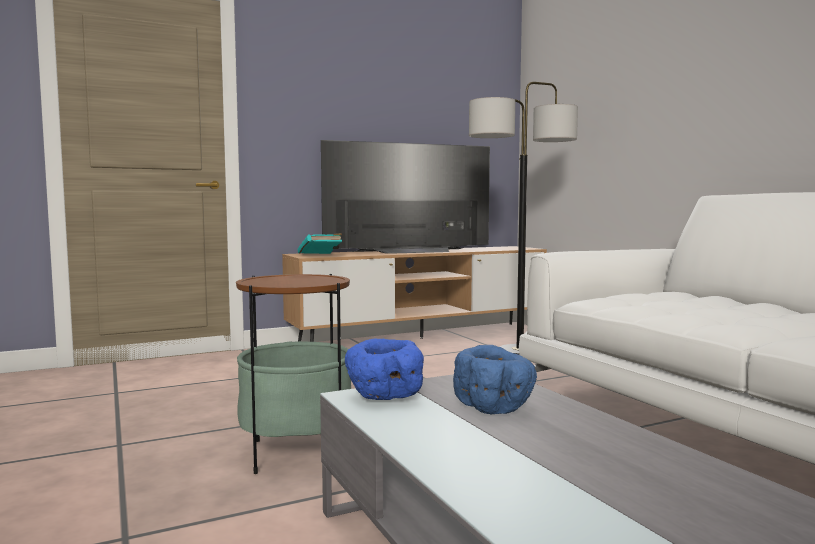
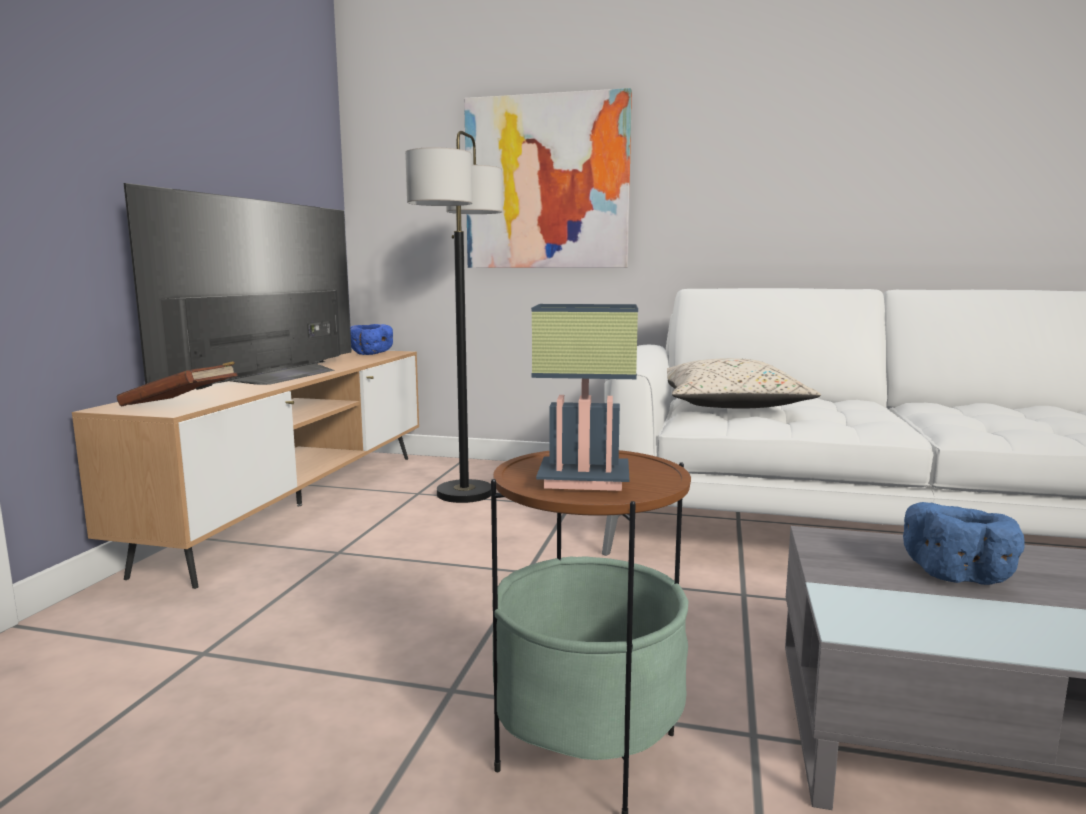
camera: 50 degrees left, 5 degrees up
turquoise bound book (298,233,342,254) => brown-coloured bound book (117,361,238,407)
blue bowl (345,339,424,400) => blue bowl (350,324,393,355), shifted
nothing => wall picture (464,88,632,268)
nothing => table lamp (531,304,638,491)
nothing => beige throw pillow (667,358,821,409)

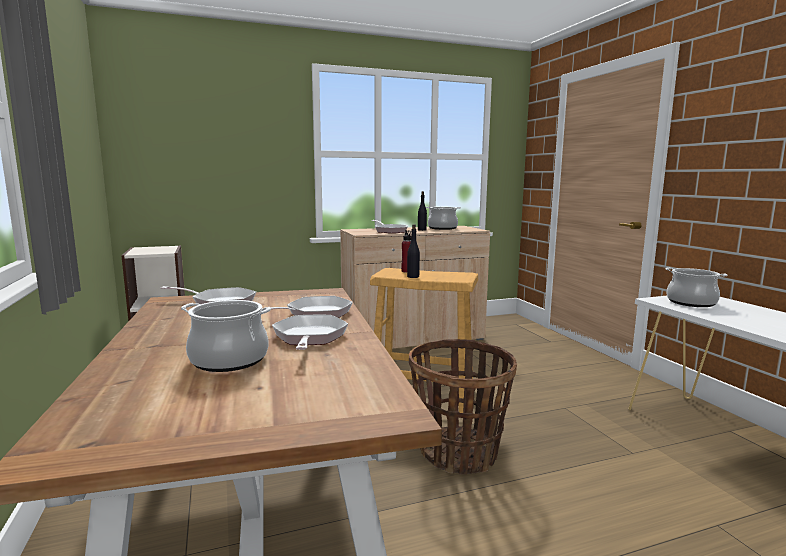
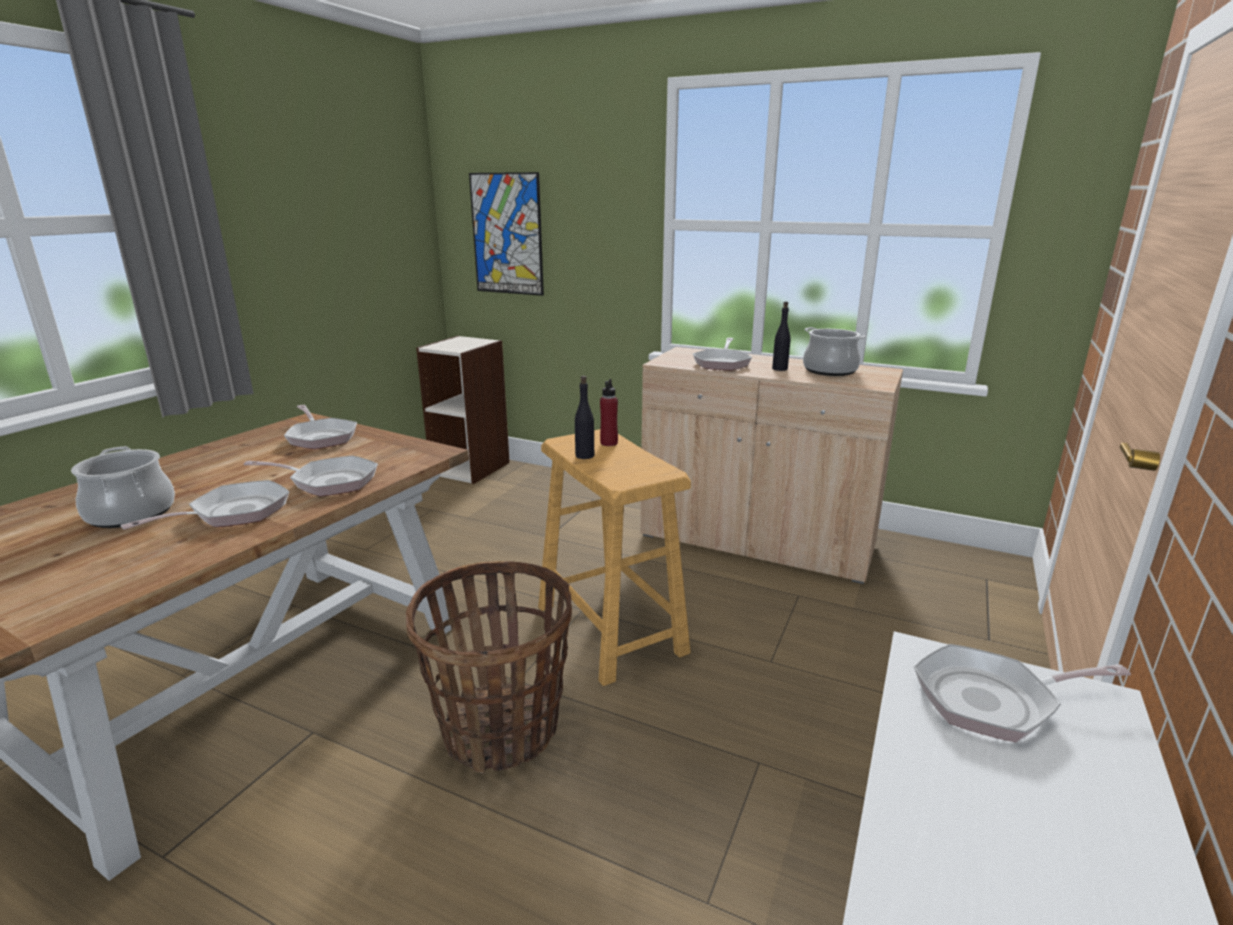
camera: 45 degrees right, 10 degrees up
saucepot (666,267,727,307) => skillet (914,644,1131,742)
nothing => wall picture (469,172,544,296)

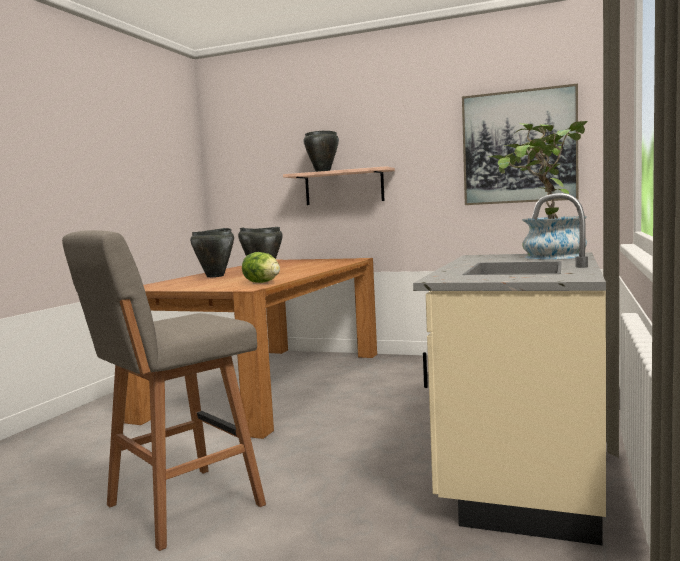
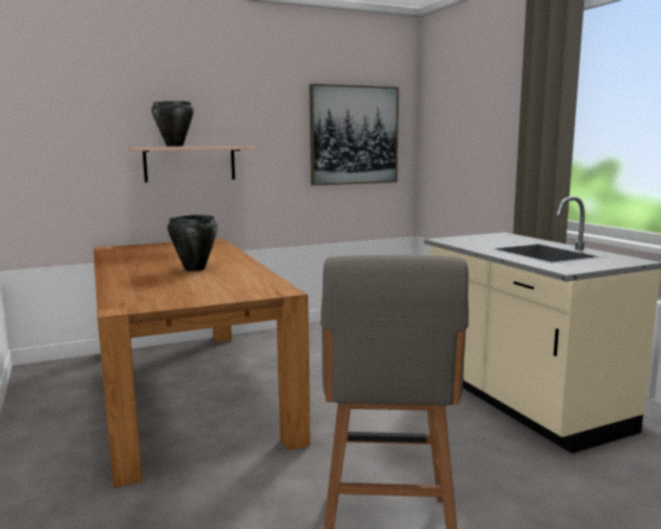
camera: 45 degrees left, 5 degrees up
potted plant (488,121,588,259) => nothing
black-coloured saucepot (190,228,234,277) => nothing
lettuce head (242,252,280,283) => nothing

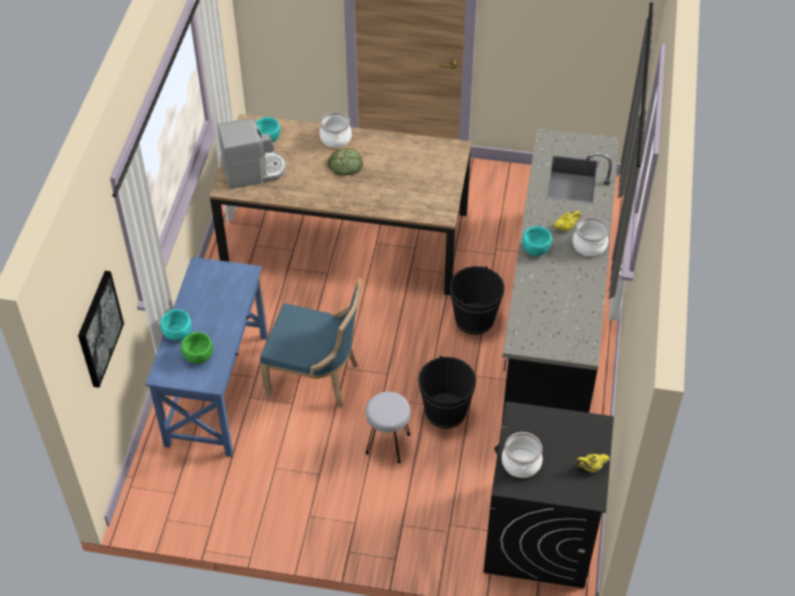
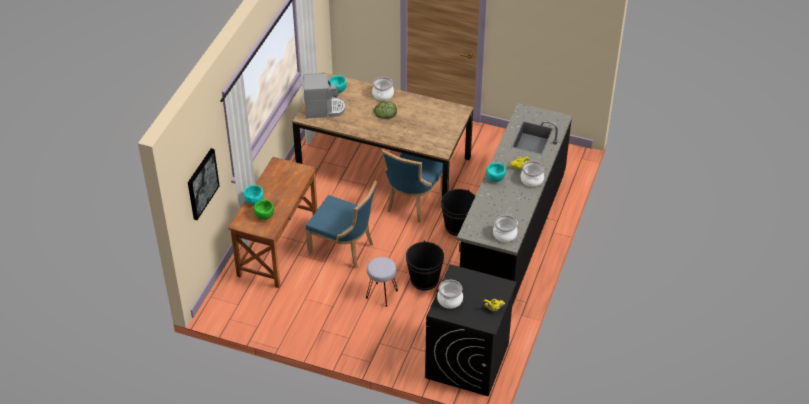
camera: 10 degrees right, 5 degrees down
blue desk table (146,257,268,457) => brown-coloured desk table (228,157,318,288)
nothing => blue plain chair (382,150,443,223)
nothing => saucepot (493,215,518,242)

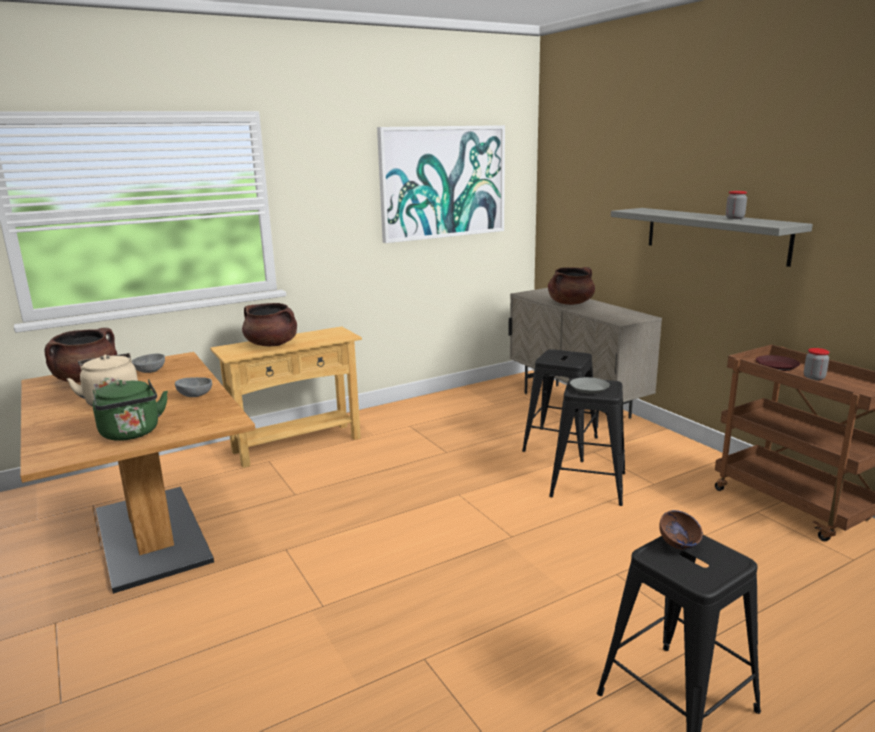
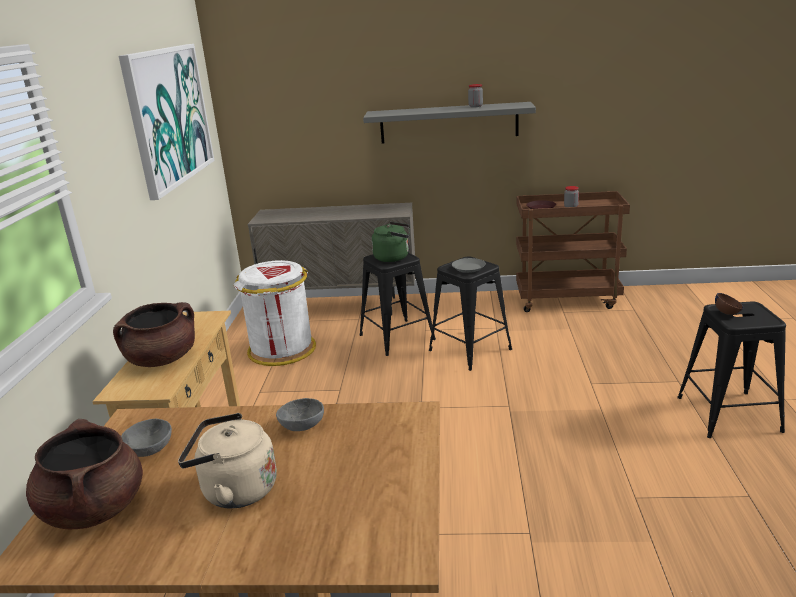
camera: 55 degrees left, 5 degrees up
brown-coloured saucepot (548,267,595,305) => nothing
greenish water kettle (93,380,168,441) => greenish water kettle (372,222,410,262), shifted
nothing => white-coloured waste bin (234,260,316,366)

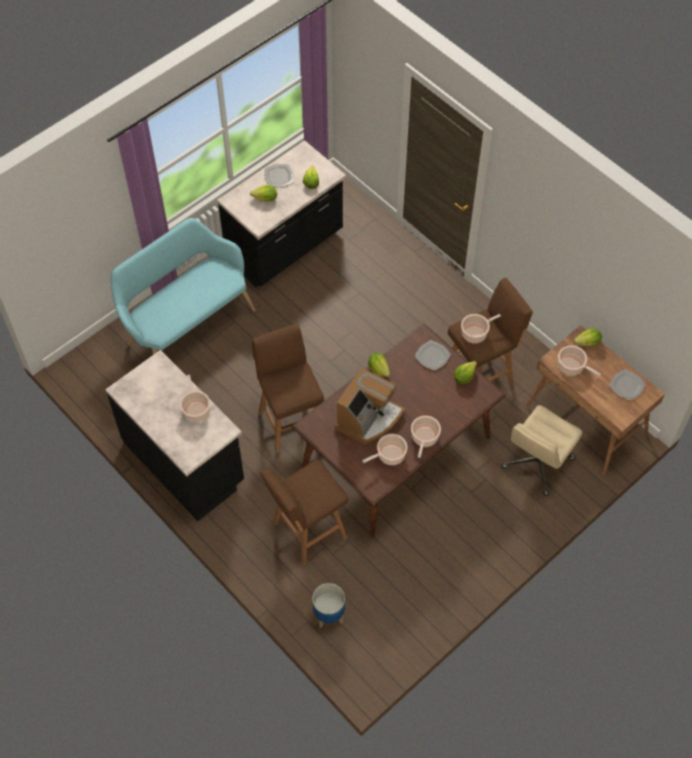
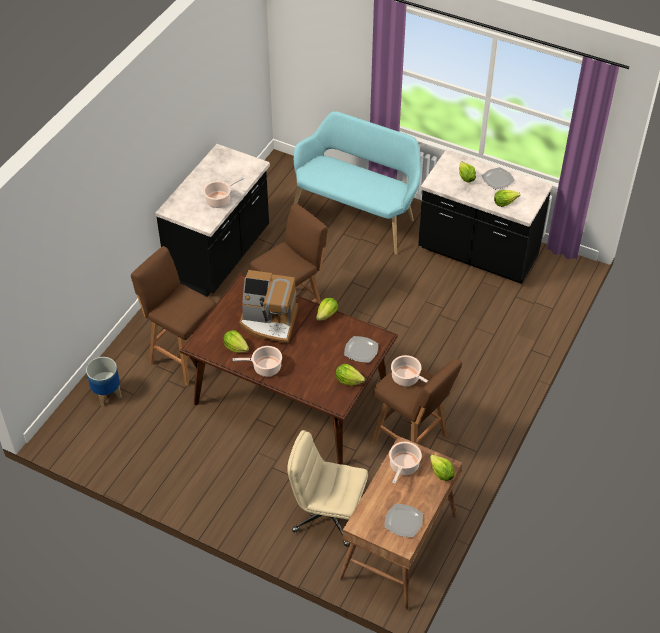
camera: 70 degrees right, 10 degrees down
saucepot (362,434,408,465) => lettuce head (224,330,249,353)

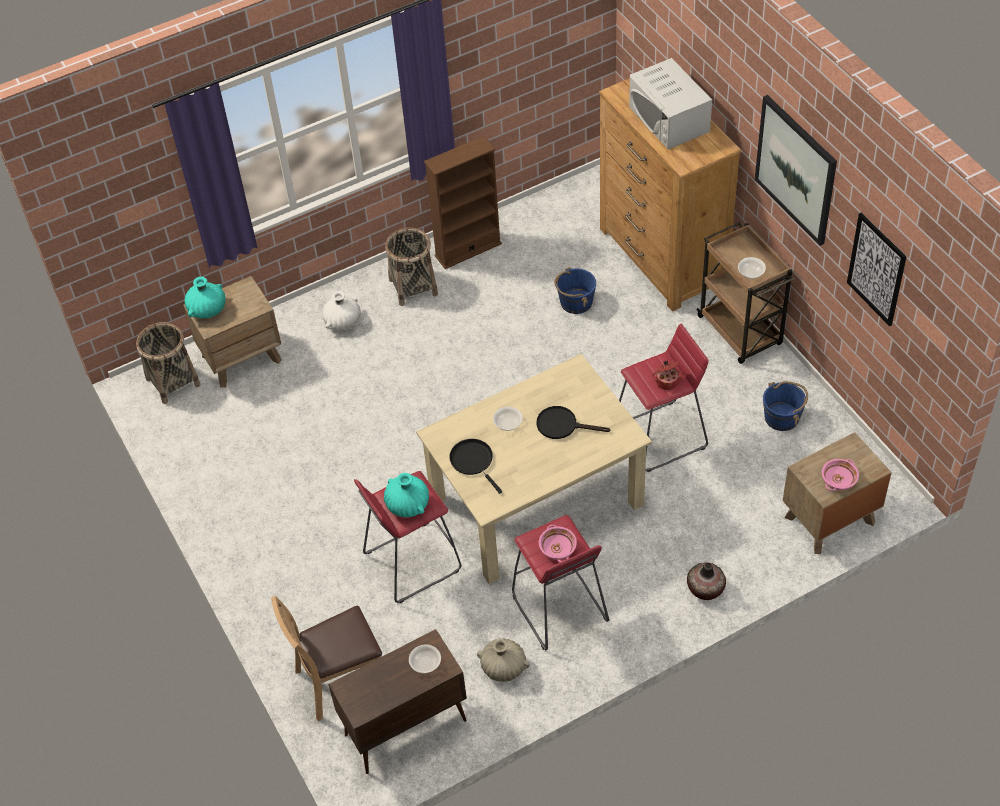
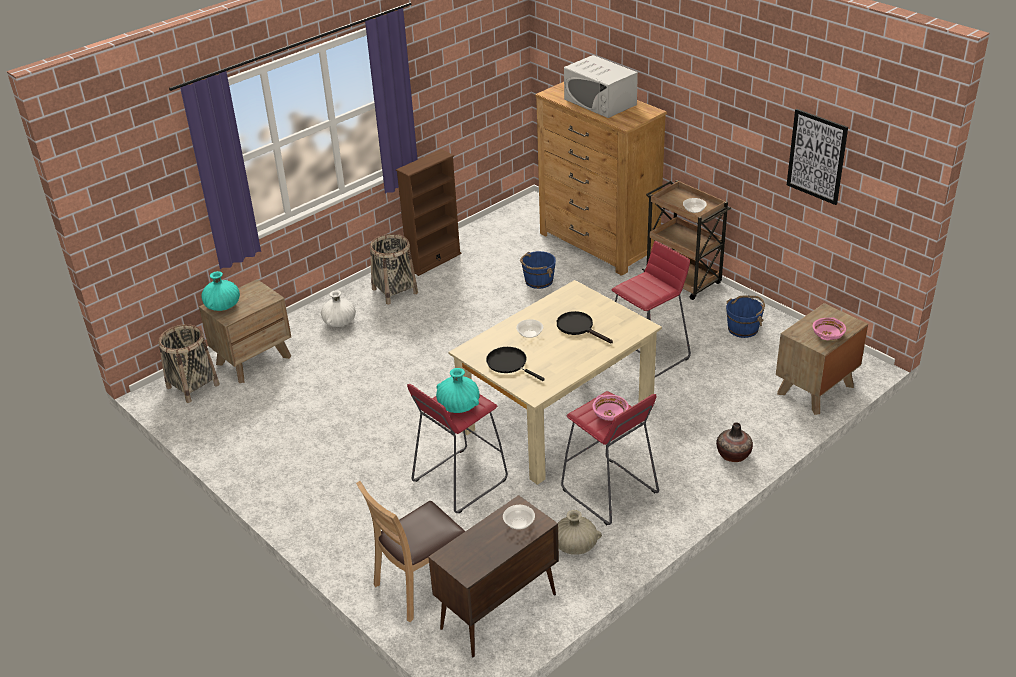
camera: 15 degrees left, 15 degrees down
wall picture (755,95,837,246) => nothing
saucepot (652,361,684,390) => nothing
black-coloured skillet (537,406,610,439) => black-coloured skillet (557,311,613,343), 45 degrees clockwise

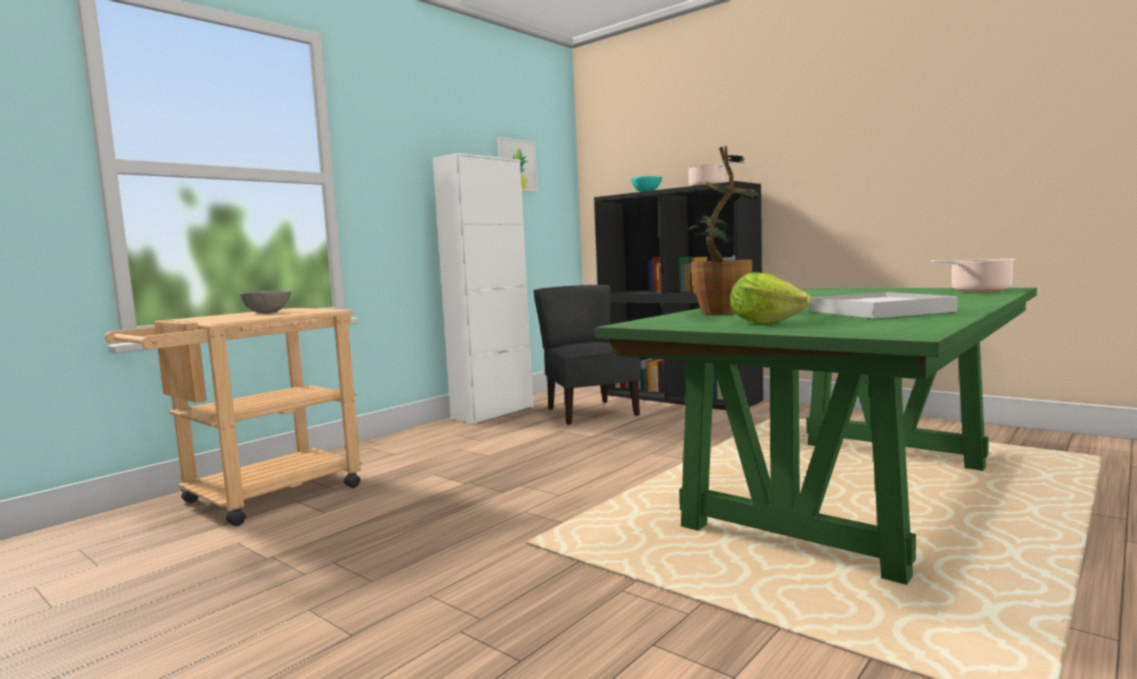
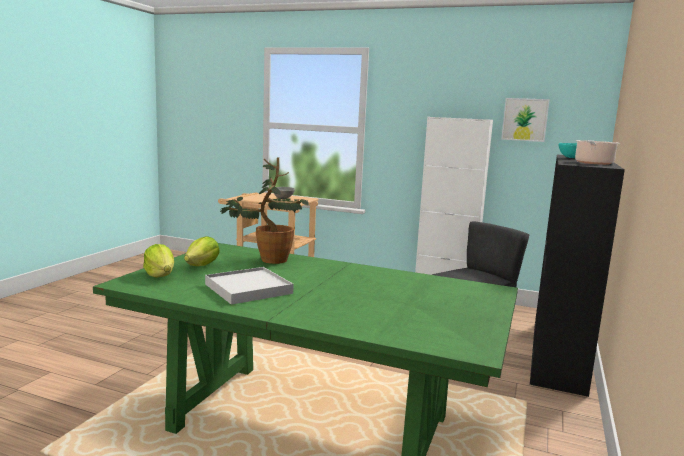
camera: 70 degrees right, 5 degrees up
saucepot (931,259,1016,292) => nothing
nothing => lettuce head (143,244,174,278)

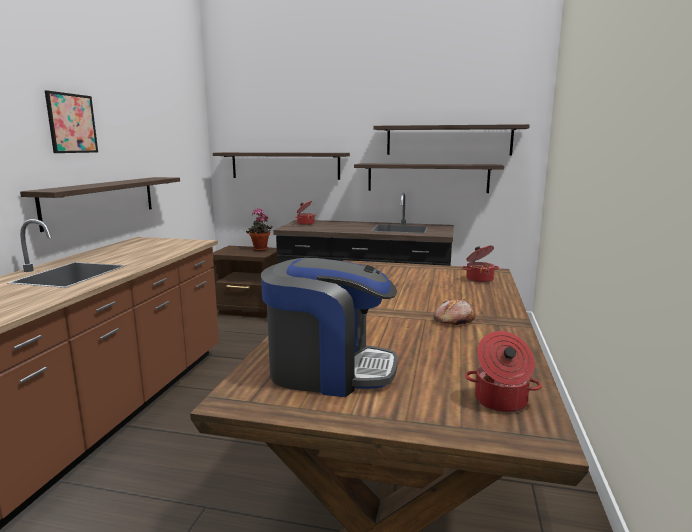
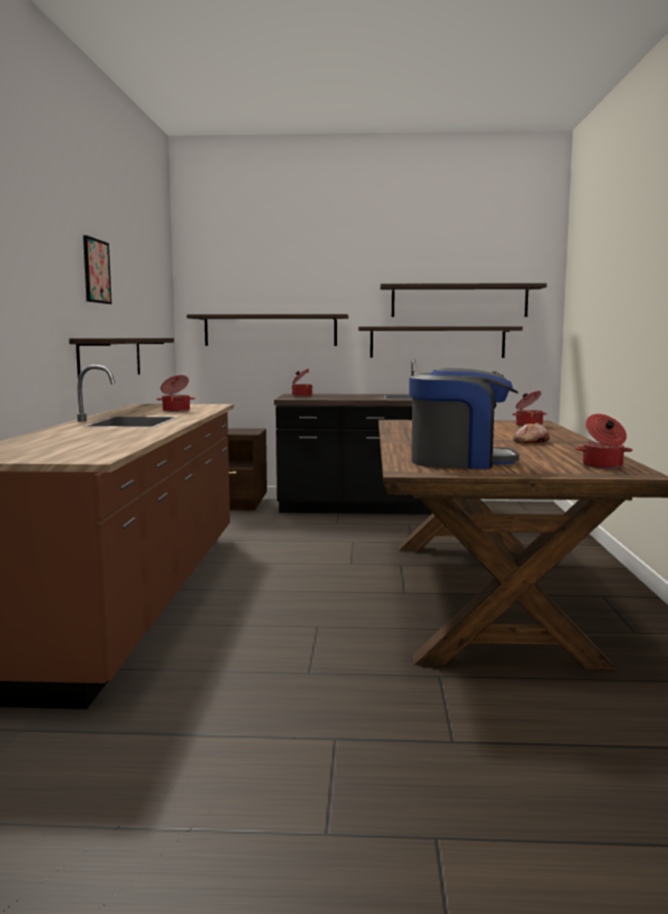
camera: 10 degrees left, 5 degrees down
potted plant (246,208,273,251) => nothing
nothing => saucepot (156,375,195,412)

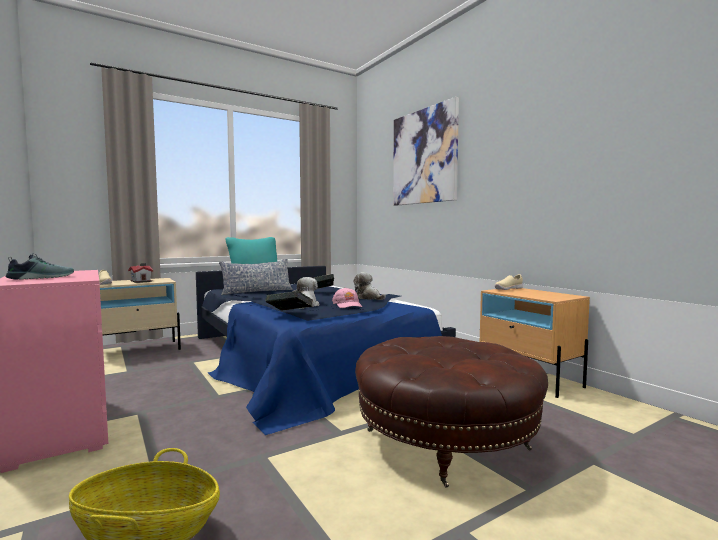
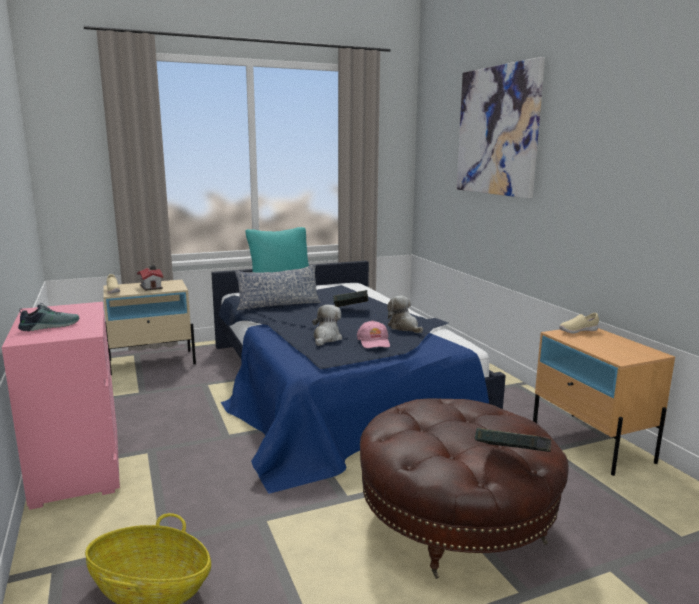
camera: 10 degrees right, 10 degrees up
bound book (266,291,313,311) => bound book (475,428,551,452), shifted

